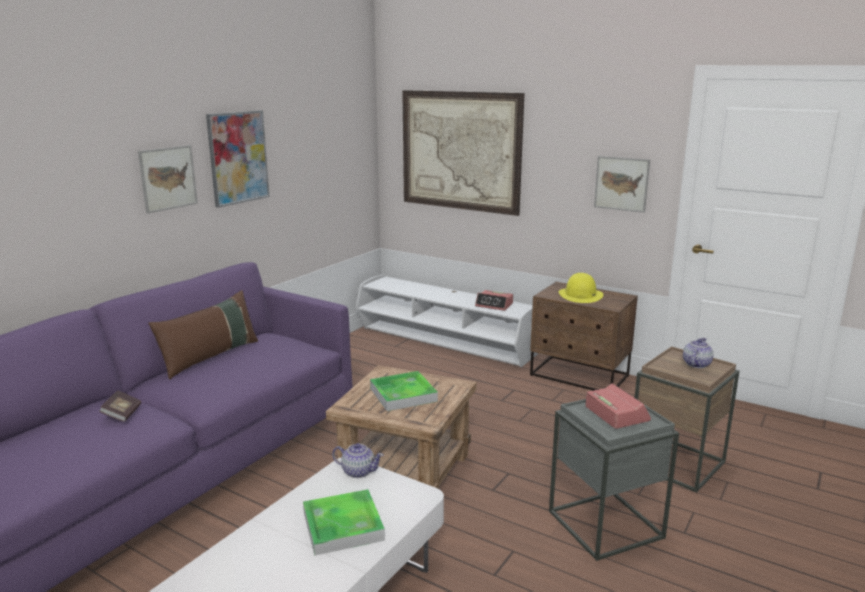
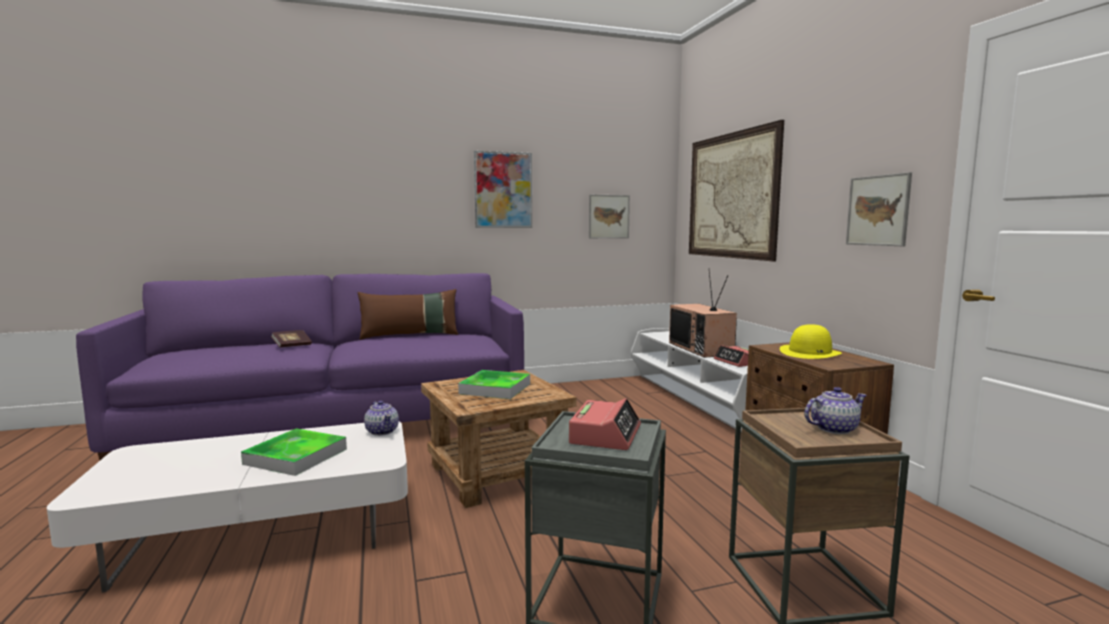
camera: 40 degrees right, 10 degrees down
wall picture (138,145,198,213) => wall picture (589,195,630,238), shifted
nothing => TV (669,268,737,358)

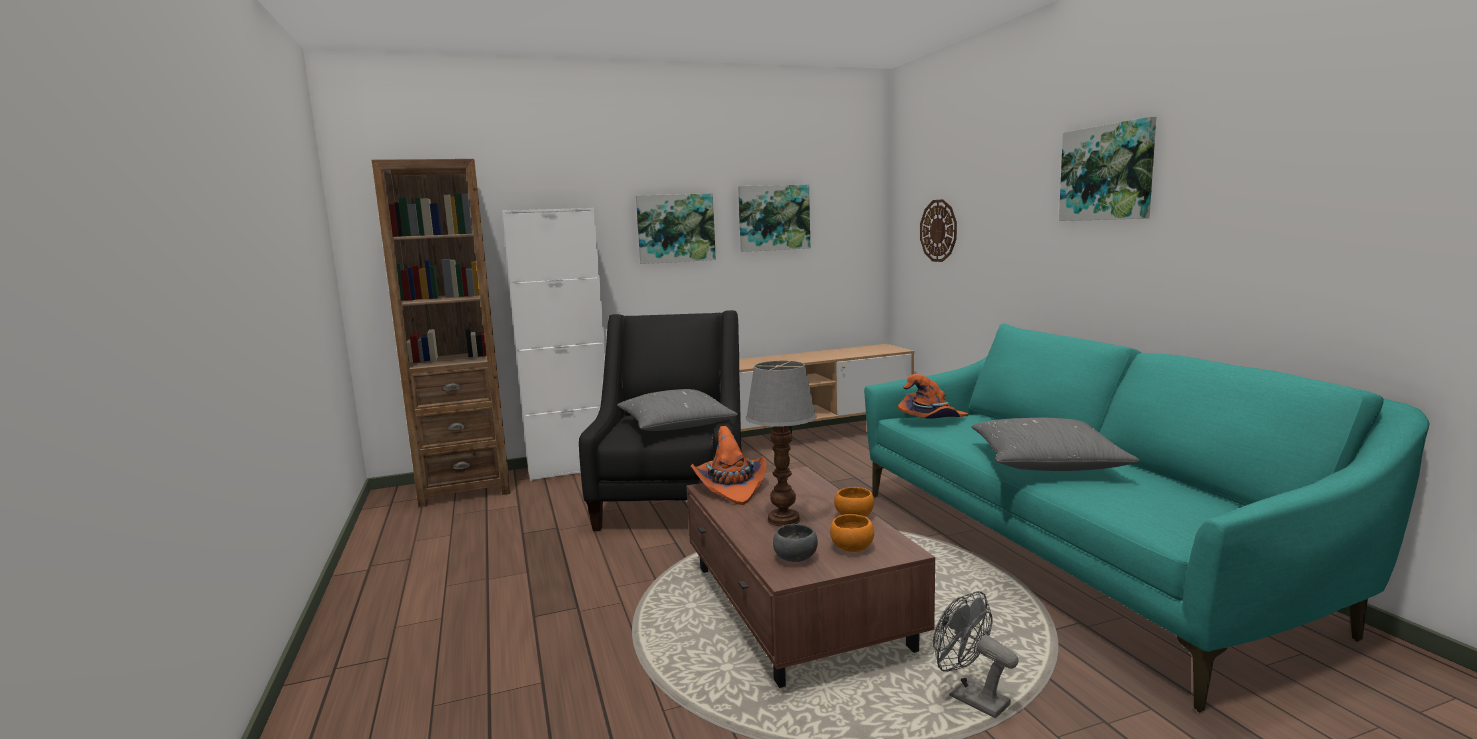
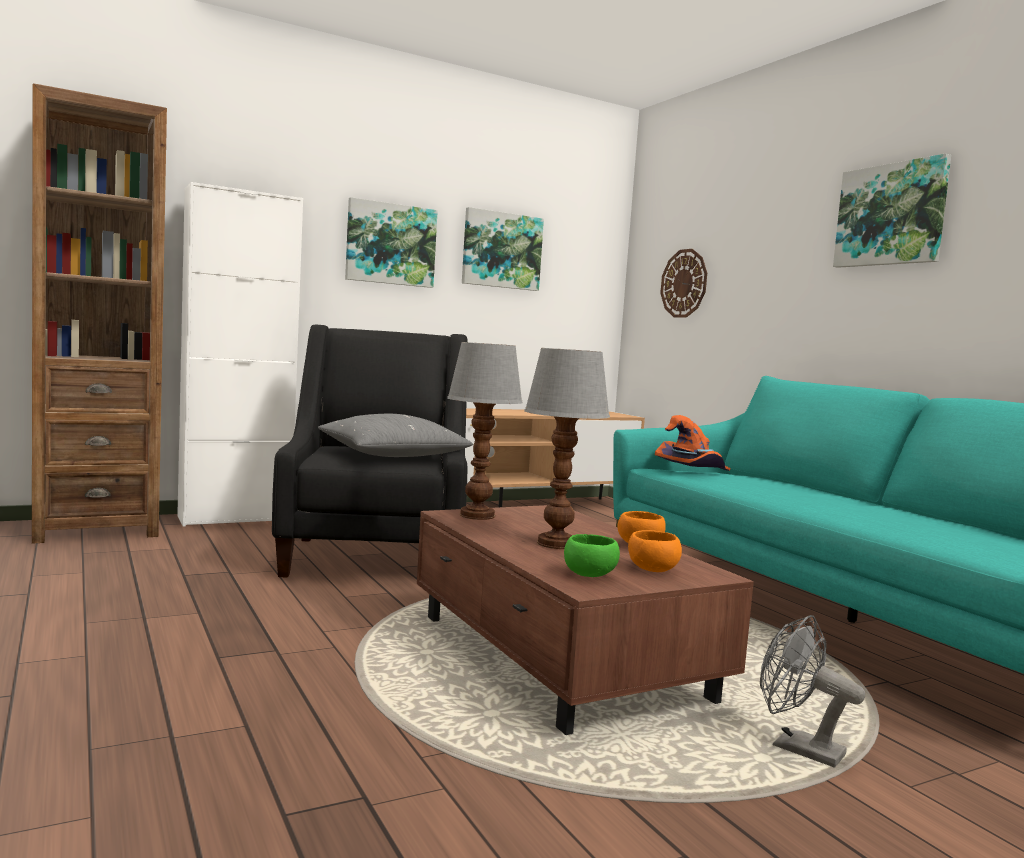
camera: 10 degrees left, 5 degrees down
greyish throw pillow (971,418,1140,471) => nothing
orange clothing hat (691,426,766,505) => table lamp (447,342,523,520)
greyish bowl (773,524,818,562) => greenish bowl (564,534,620,577)

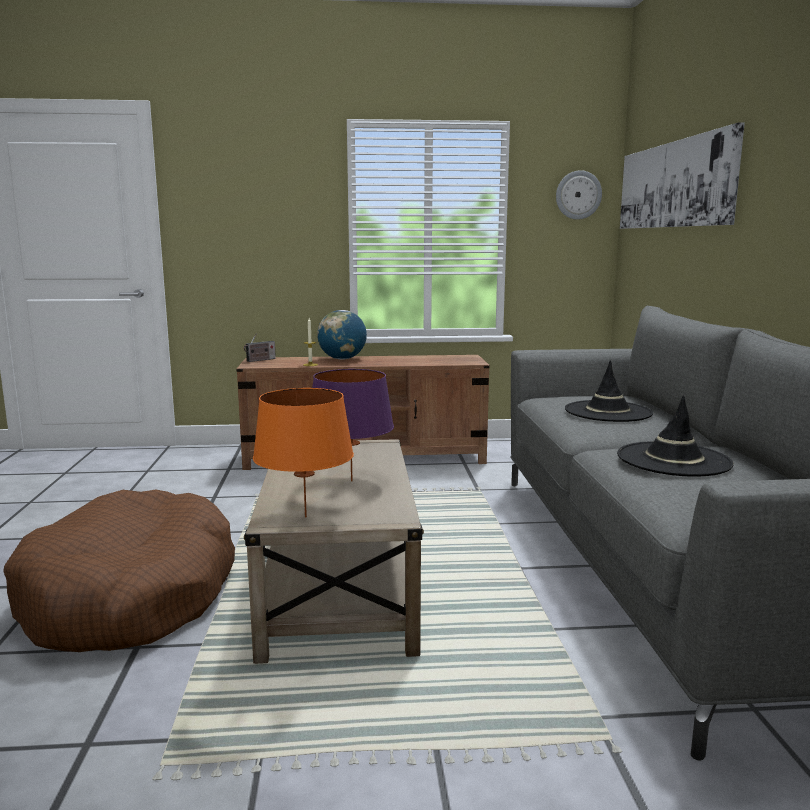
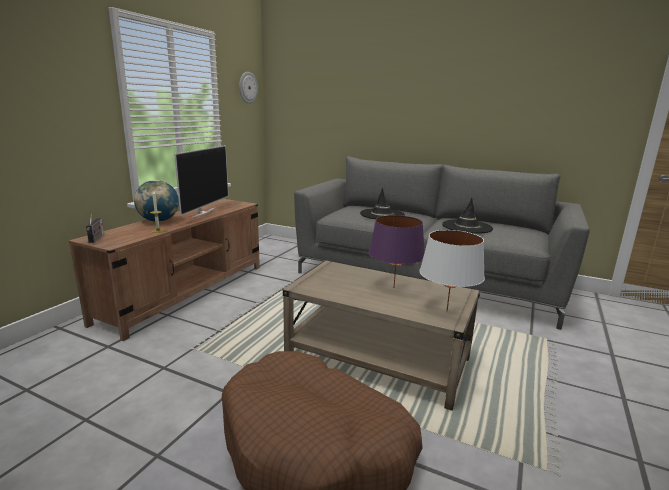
camera: 60 degrees left, 5 degrees up
wall picture (620,122,745,229) => nothing
orange table lamp (253,388,354,518) => white-coloured table lamp (420,230,485,312)
nothing => TV (174,145,229,218)

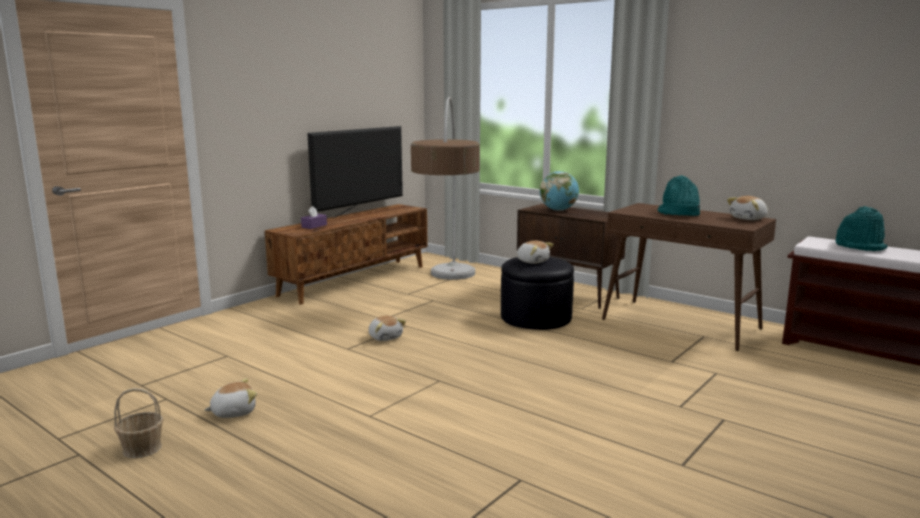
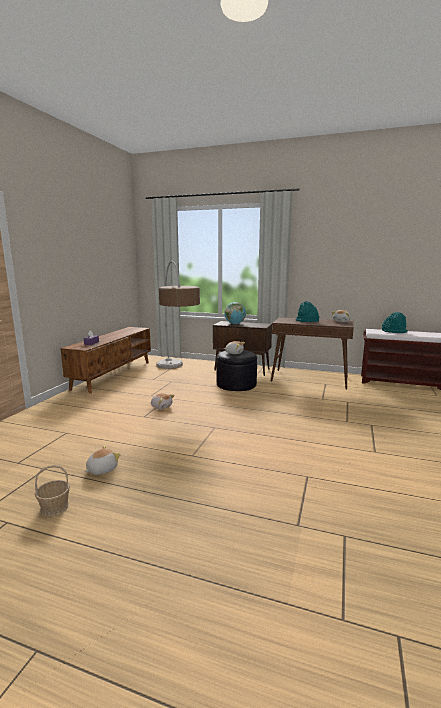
camera: 20 degrees left, 0 degrees up
TV (307,126,403,219) => nothing

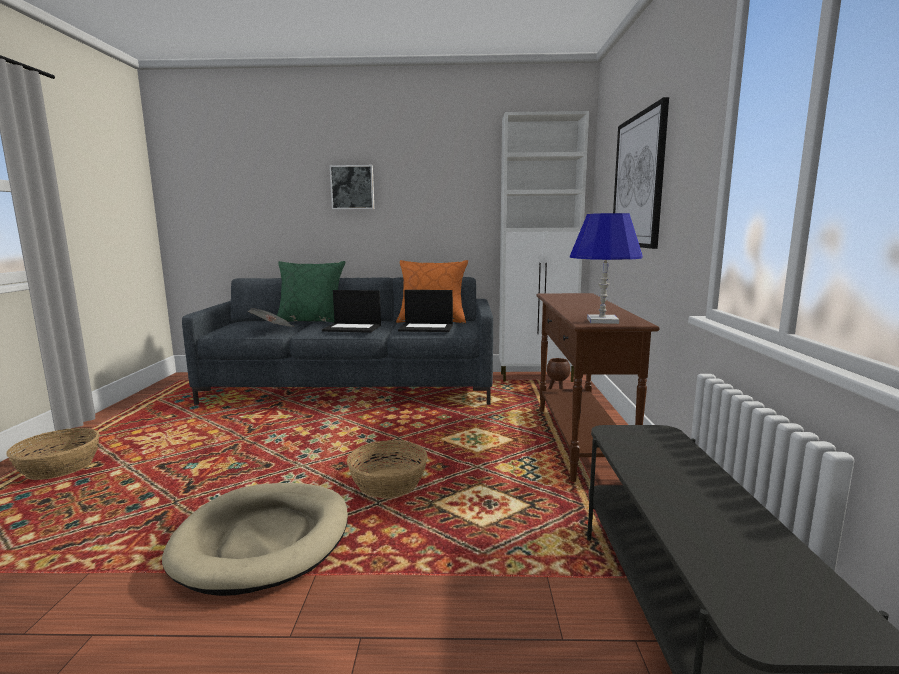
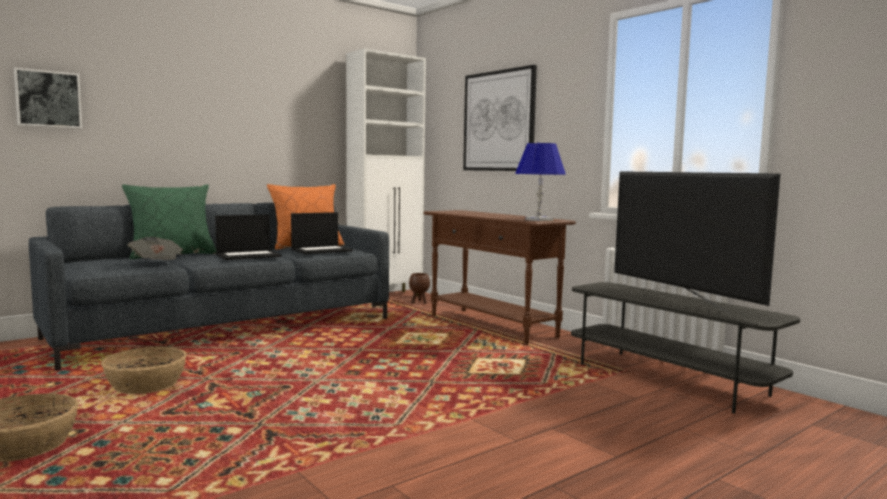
camera: 40 degrees left, 5 degrees down
wall picture (329,165,374,210) => wall picture (14,68,82,129), shifted
household basket (347,440,428,498) => household basket (101,347,187,394), shifted
beige dog cushion (162,483,348,596) => nothing
nothing => TV (614,171,780,314)

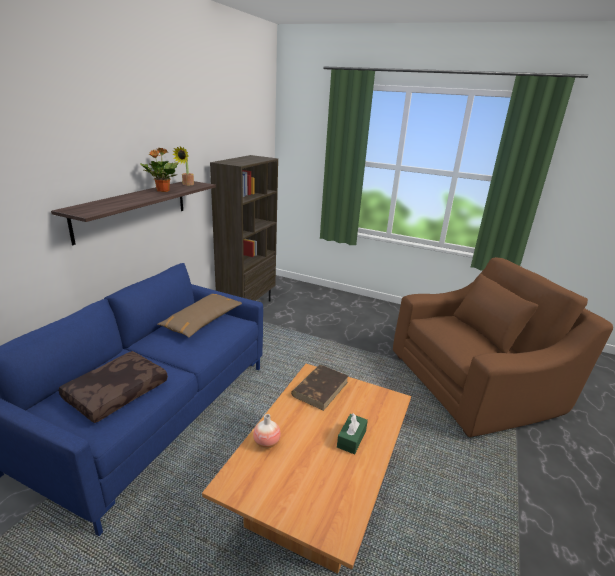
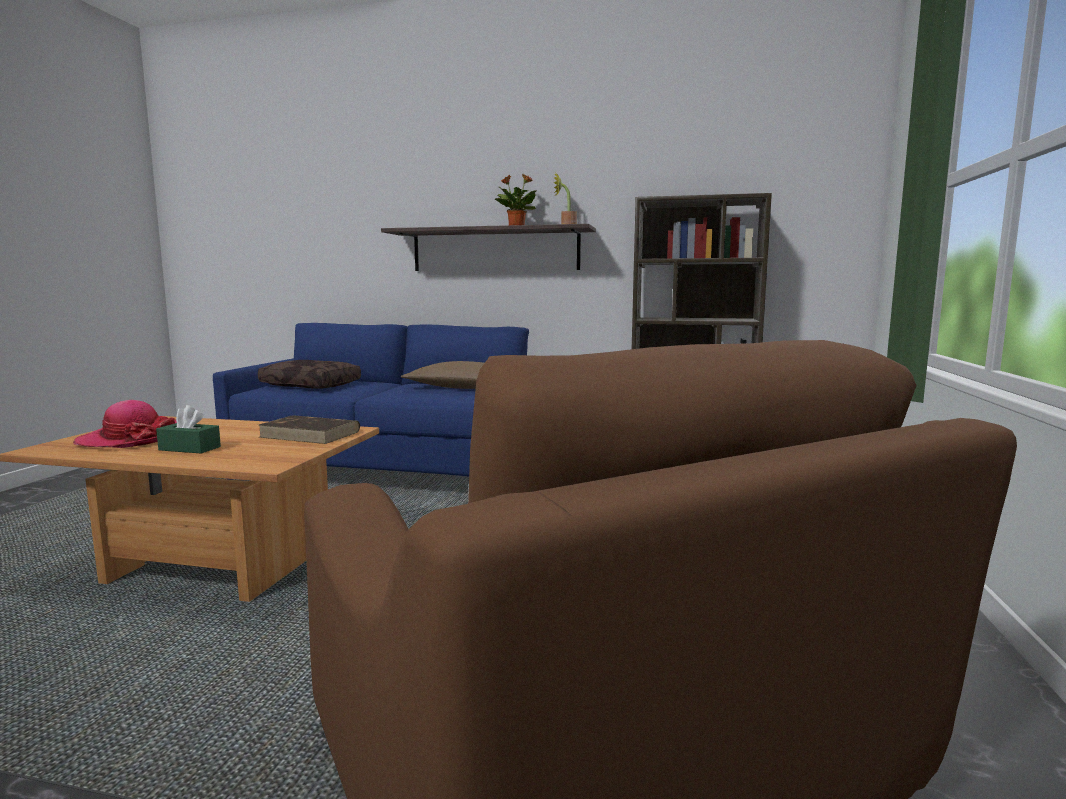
camera: 80 degrees right, 15 degrees down
flower vase (253,414,281,448) => nothing
nothing => clothing hat (73,400,177,448)

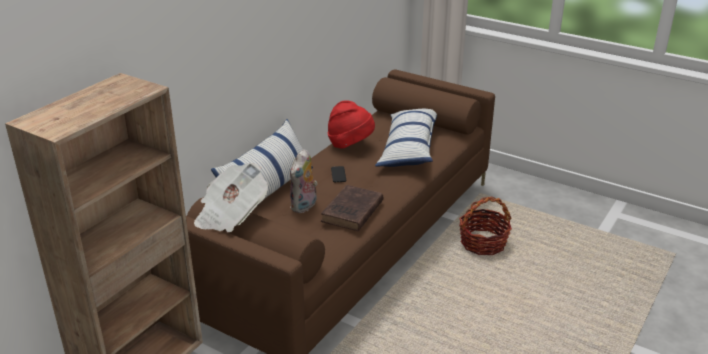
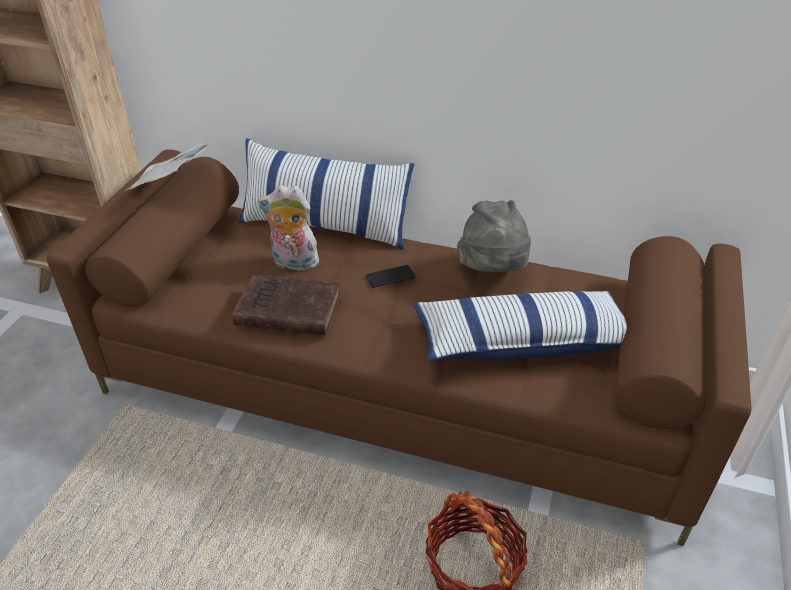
camera: 75 degrees right, 10 degrees up
red clothing hat (328,100,375,149) => greyish clothing hat (457,200,531,272)

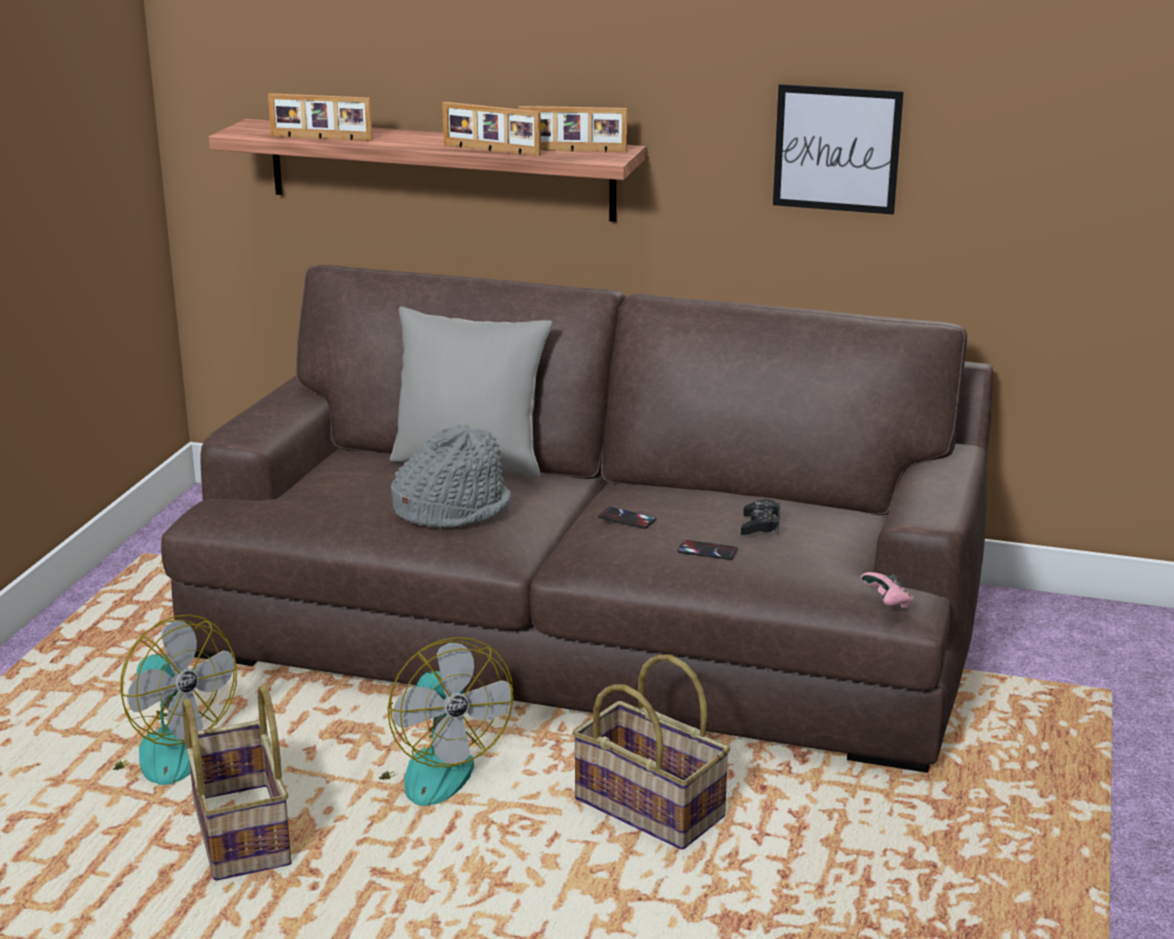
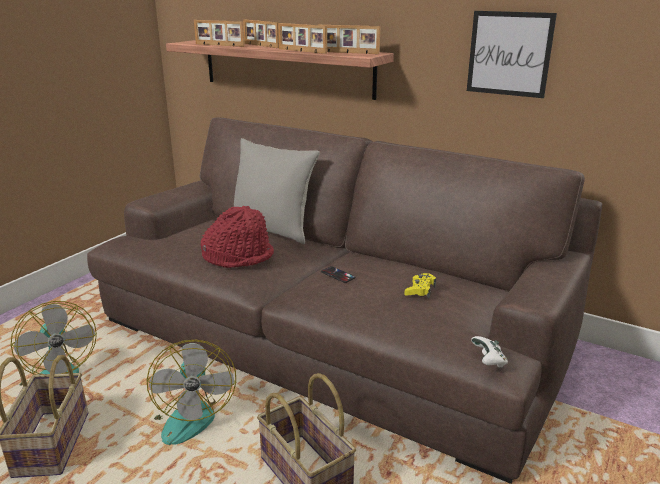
camera: 15 degrees right, 0 degrees up
greyish clothing hat (391,424,512,528) => red clothing hat (201,206,274,268)
black-coloured game controller (741,499,780,535) => yellowish game controller (404,273,436,298)
telephone (678,540,738,560) => nothing
pink-coloured game controller (860,572,914,608) => white-coloured game controller (471,336,508,367)
nothing => photo frame (243,20,279,48)

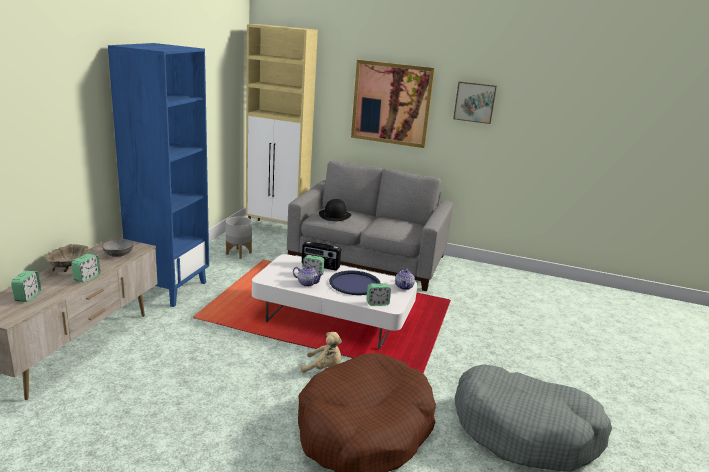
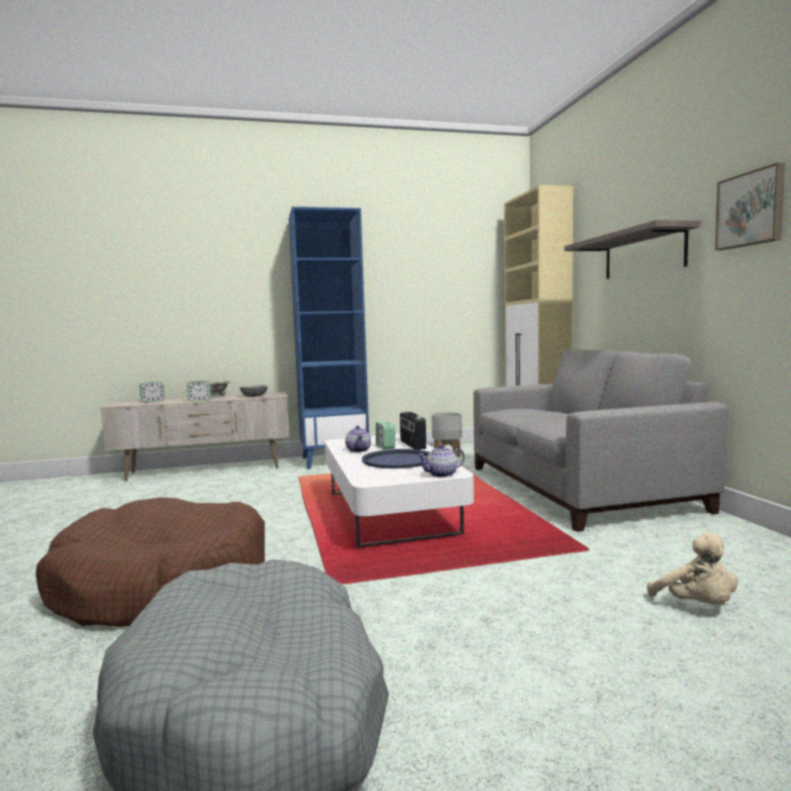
camera: 60 degrees right, 15 degrees down
wall picture (351,60,435,148) => bracket shelf (564,220,700,279)
black-coloured clothing hat (319,199,351,221) => nothing
bedside clock (367,283,391,306) => nothing
beige plush toy (301,332,342,373) => beige plush toy (647,533,738,604), shifted

